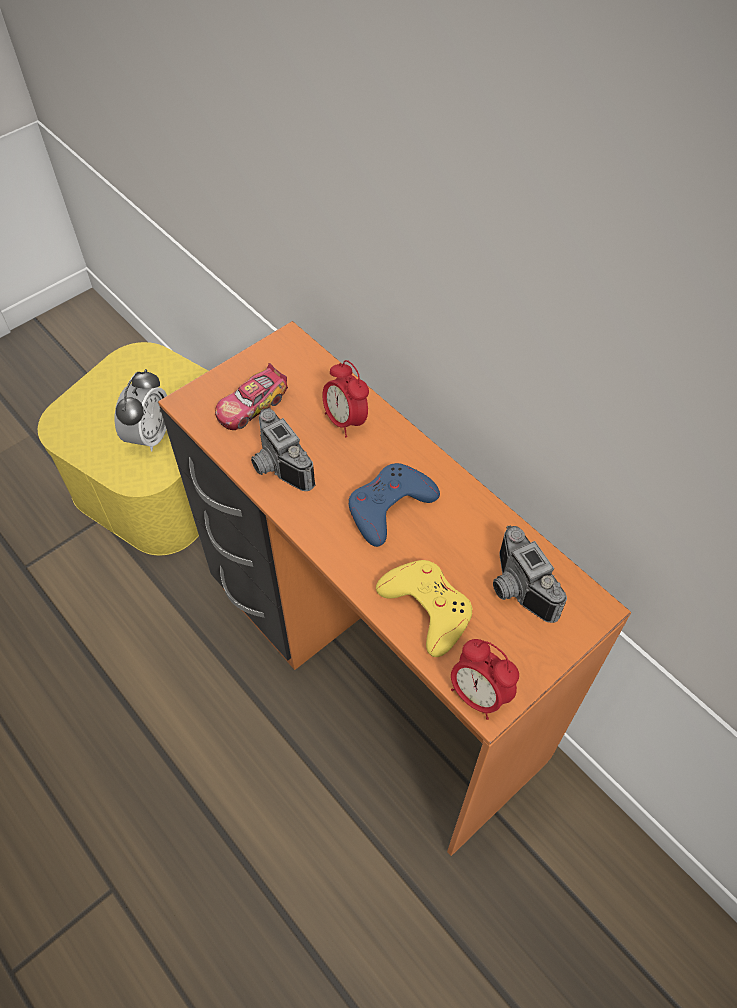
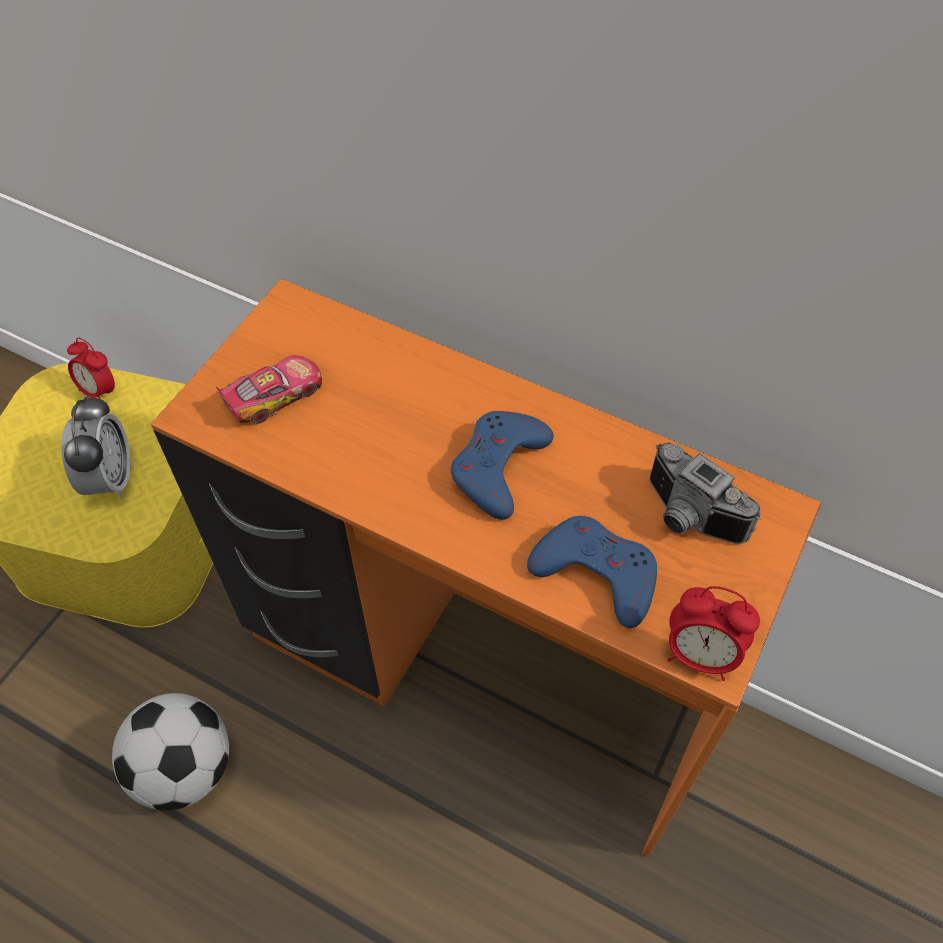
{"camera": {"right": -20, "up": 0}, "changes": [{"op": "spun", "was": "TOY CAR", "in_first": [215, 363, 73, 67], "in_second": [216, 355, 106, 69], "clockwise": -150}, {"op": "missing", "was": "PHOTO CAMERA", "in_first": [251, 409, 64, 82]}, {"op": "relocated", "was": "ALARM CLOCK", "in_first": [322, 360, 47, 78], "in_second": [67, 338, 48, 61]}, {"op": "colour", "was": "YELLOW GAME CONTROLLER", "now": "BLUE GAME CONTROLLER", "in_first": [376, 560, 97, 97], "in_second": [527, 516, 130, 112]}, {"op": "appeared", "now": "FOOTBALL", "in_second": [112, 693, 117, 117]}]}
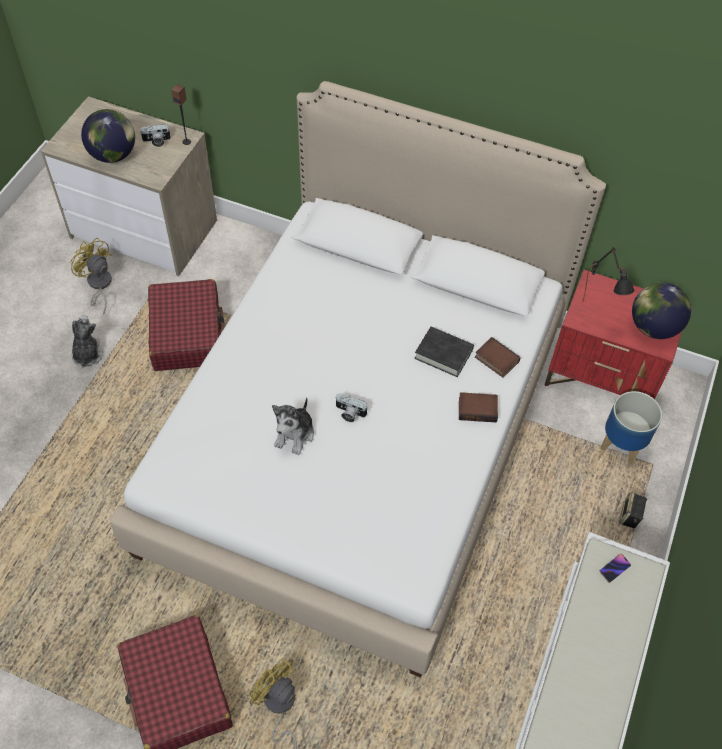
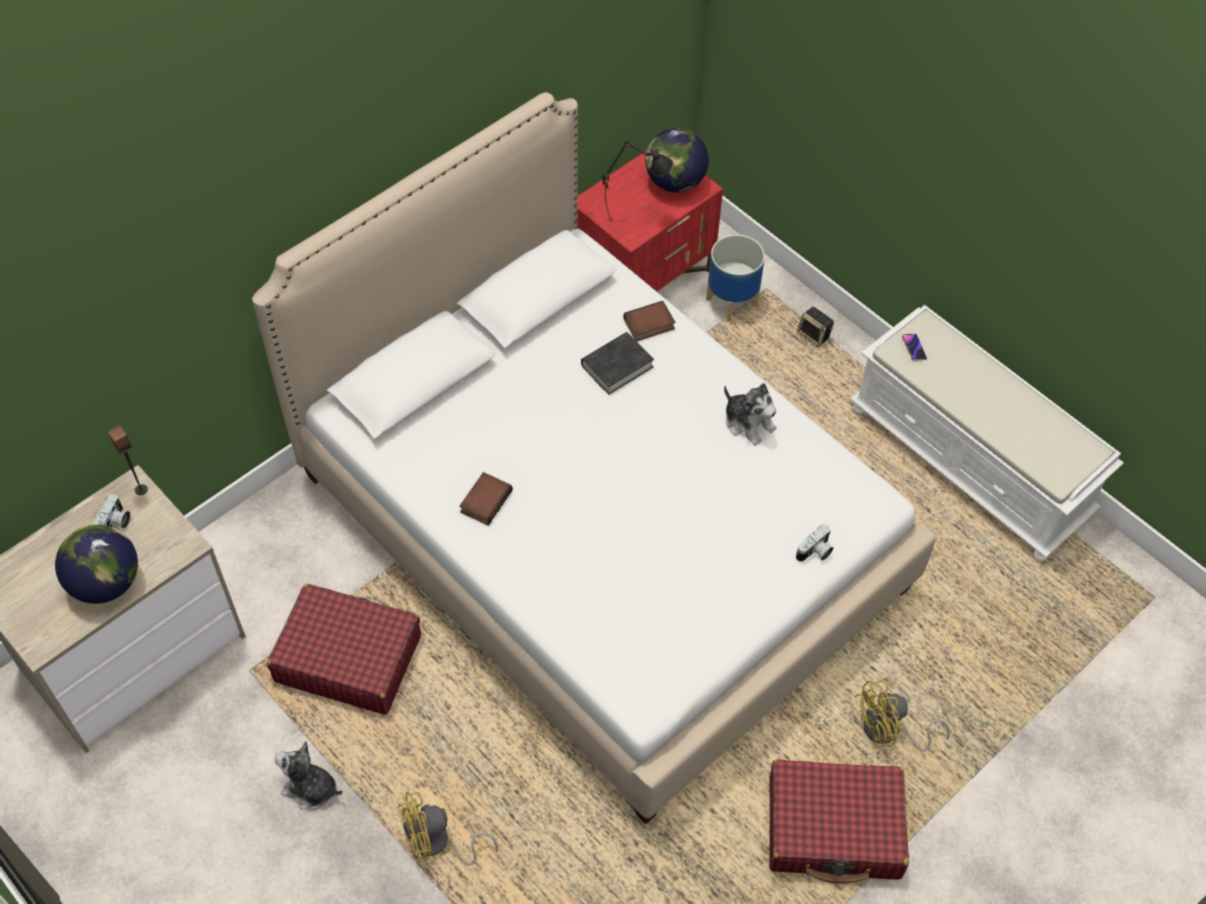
{"camera": {"right": -65, "up": 0}, "changes": [{"op": "relocated", "was": "YELLOW FAN", "in_first": [70, 238, 42, 76], "in_second": [398, 792, 100, 73]}, {"op": "relocated", "was": "PLUSH TOY", "in_first": [272, 397, 42, 58], "in_second": [724, 383, 53, 63]}, {"op": "relocated", "was": "PHOTO CAMERA", "in_first": [335, 393, 33, 29], "in_second": [796, 524, 37, 38]}, {"op": "relocated", "was": "BOOK", "in_first": [459, 392, 39, 30], "in_second": [460, 472, 53, 54]}]}
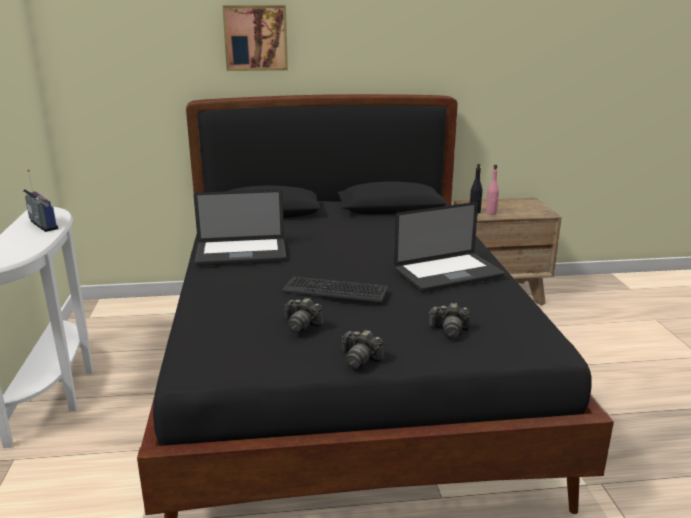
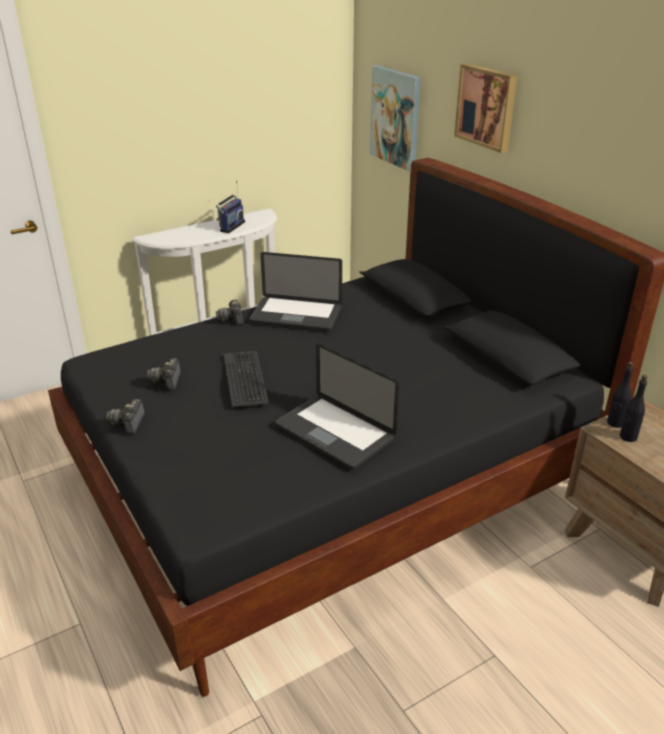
{"camera": {"right": 65, "up": 10}, "changes": [{"op": "spun", "was": "LAPTOP", "in_first": [194, 189, 92, 77], "in_second": [249, 252, 93, 79], "clockwise": -45}, {"op": "relocated", "was": "PHOTO CAMERA", "in_first": [428, 303, 42, 36], "in_second": [216, 299, 27, 26]}, {"op": "colour", "was": "PINK BOTTLE", "now": "BLACK BOTTLE", "in_first": [486, 165, 13, 50], "in_second": [620, 375, 27, 67]}, {"op": "appeared", "now": "PICTURE", "in_second": [370, 65, 51, 107]}]}
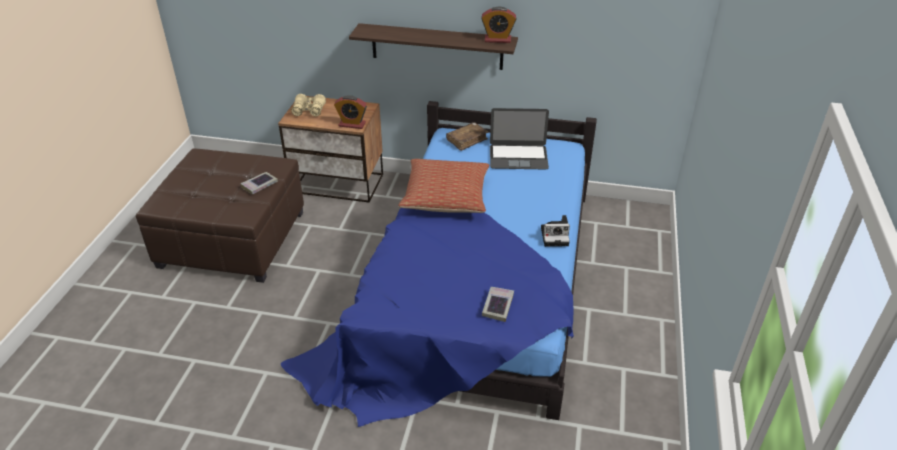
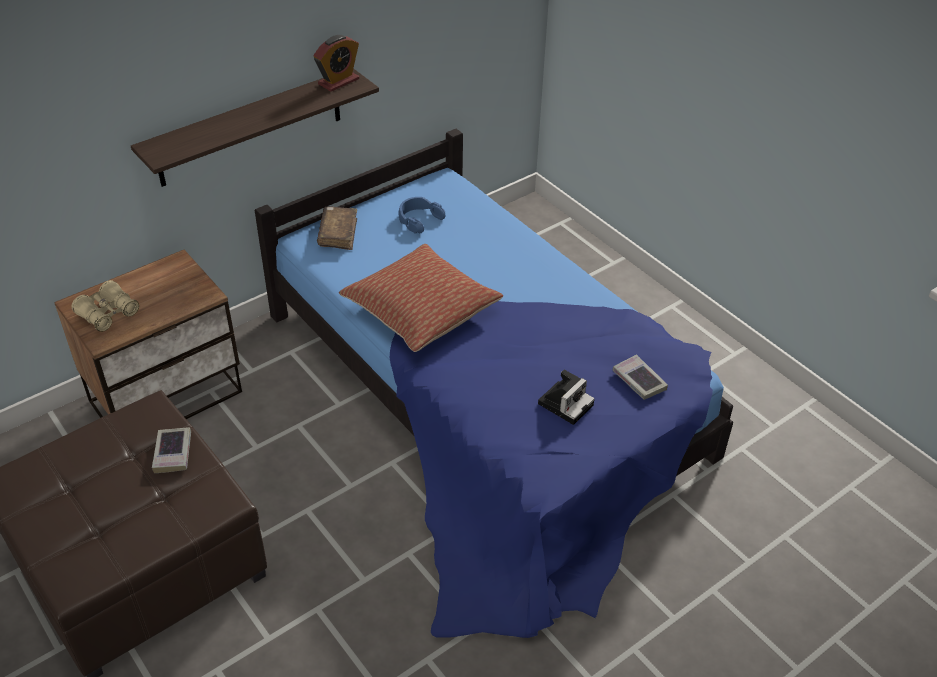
{"camera": {"right": -50, "up": 5}, "changes": [{"op": "missing", "was": "ALARM CLOCK", "in_first": [334, 95, 33, 34]}, {"op": "exchanged", "was": "LAPTOP", "now": "BLUE HEADPHONES", "in_first": [490, 108, 59, 62], "in_second": [399, 197, 46, 37]}, {"op": "relocated", "was": "PHOTO CAMERA", "in_first": [541, 215, 29, 32], "in_second": [538, 370, 57, 55]}]}
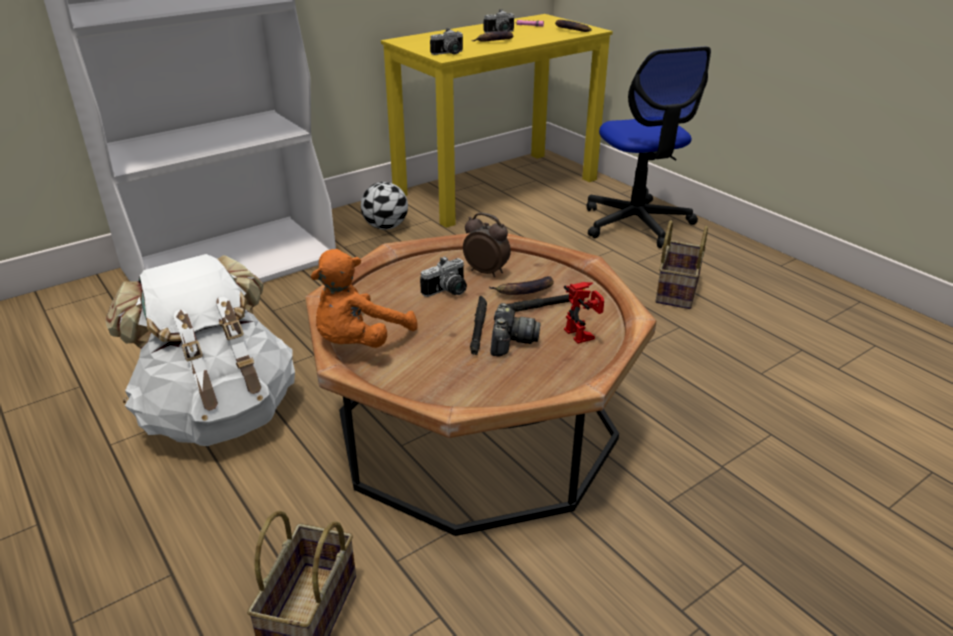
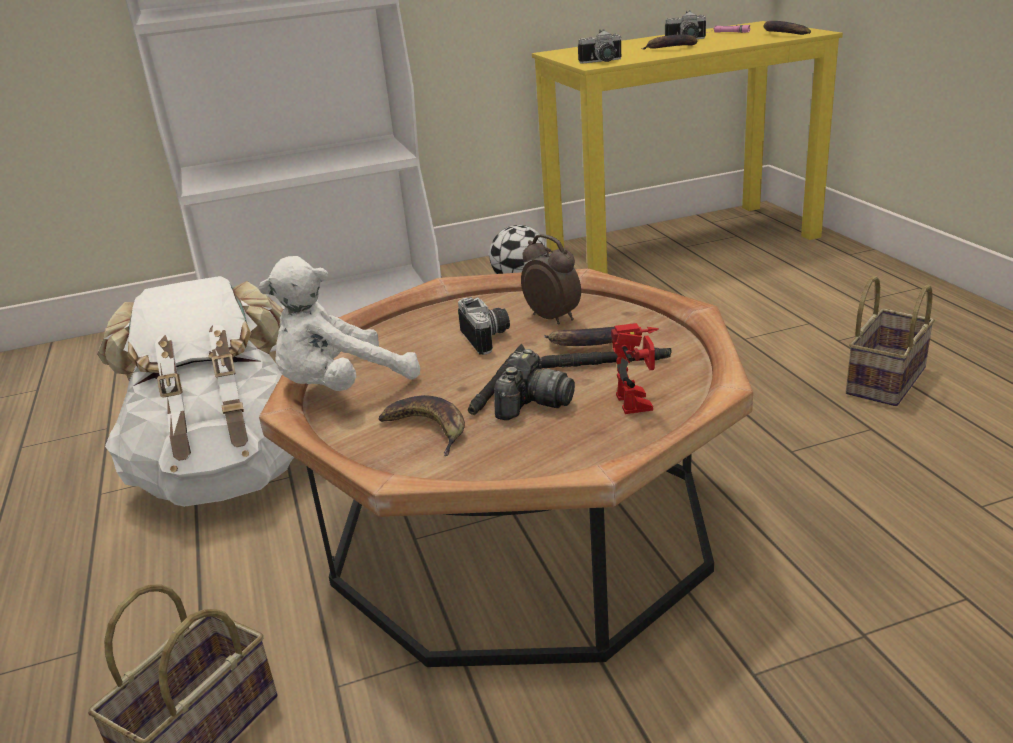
{"camera": {"right": 20, "up": -5}, "changes": [{"op": "colour", "was": "ORANGE PLUSH TOY", "now": "WHITE PLUSH TOY", "in_first": [310, 249, 108, 99], "in_second": [259, 256, 161, 135]}, {"op": "spun", "was": "PHOTO CAMERA", "in_first": [420, 256, 47, 41], "in_second": [458, 297, 52, 58], "clockwise": -90}, {"op": "missing", "was": "OFFICE CHAIR", "in_first": [587, 47, 124, 201]}, {"op": "appeared", "now": "BANANA", "in_second": [379, 395, 86, 61]}]}
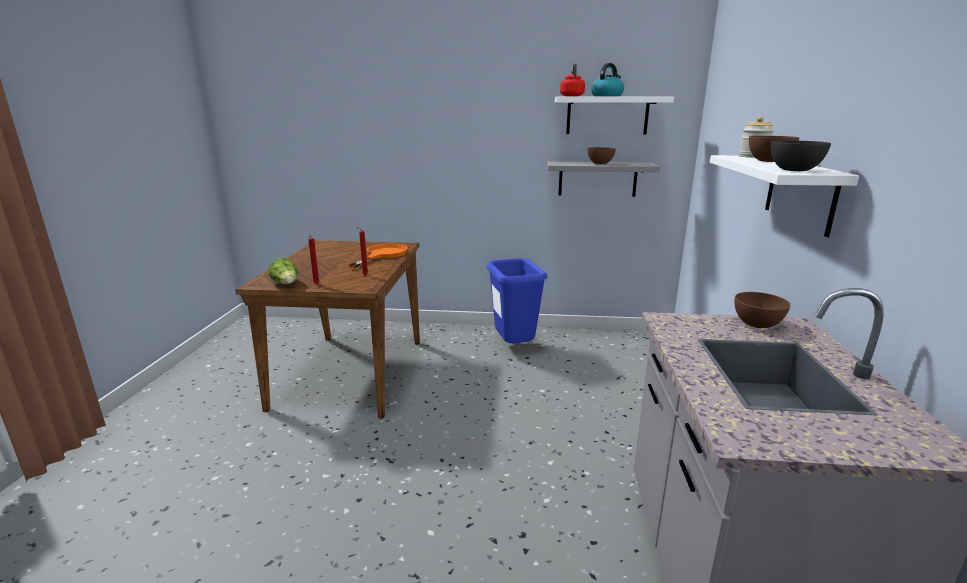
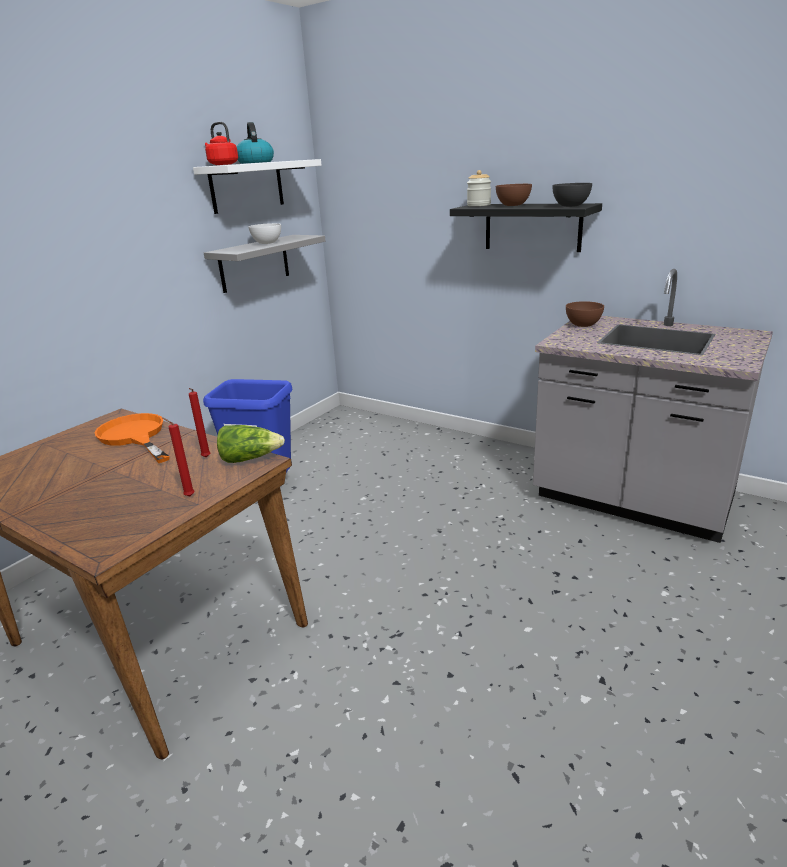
{"camera": {"right": -60, "up": 5}, "changes": [{"op": "relocated", "was": "LETTUCE", "in_first": [268, 257, 30, 27], "in_second": [217, 425, 68, 38]}, {"op": "colour", "was": "BROWN BOWL", "now": "WHITE BOWL", "in_first": [588, 147, 28, 17], "in_second": [249, 223, 32, 21]}, {"op": "colour", "was": "WHITE SHELF", "now": "BLACK SHELF", "in_first": [710, 155, 149, 82], "in_second": [450, 203, 152, 49]}]}
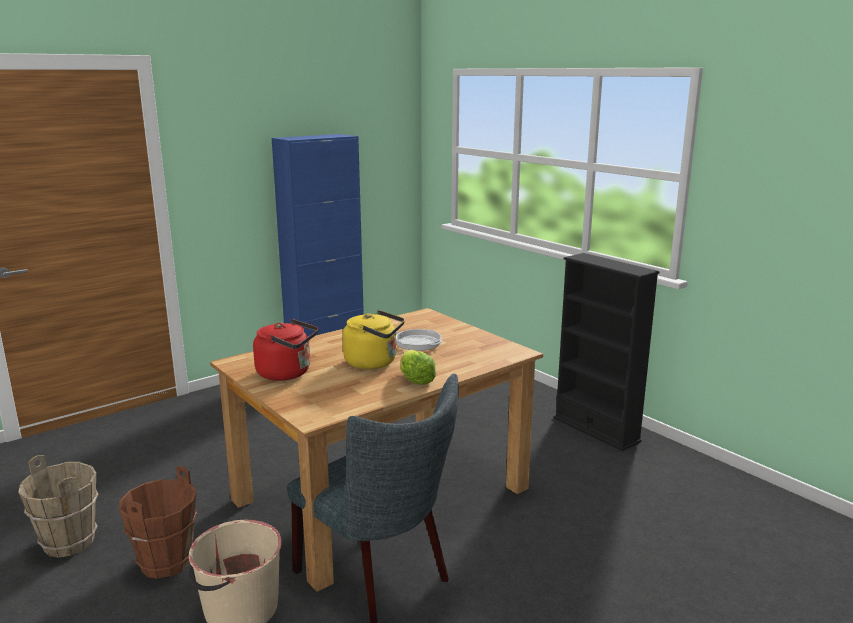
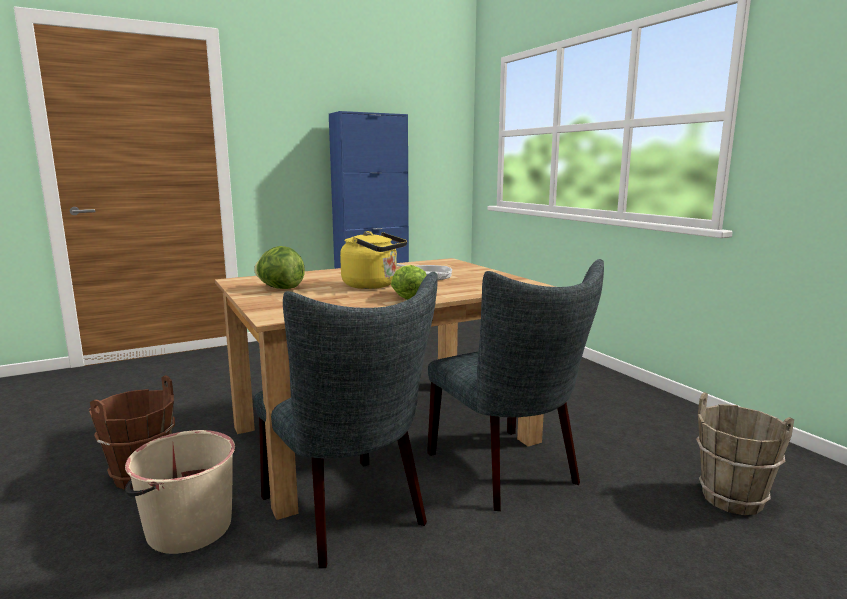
{"camera": {"right": 10, "up": -5}, "changes": [{"op": "relocated", "was": "BROWN BUCKET", "in_first": [18, 455, 80, 103], "in_second": [696, 392, 98, 123]}, {"op": "exchanged", "was": "RED KETTLE", "now": "LETTUCE", "in_first": [253, 319, 66, 62], "in_second": [254, 246, 51, 43]}, {"op": "missing", "was": "BLACK BOOKCASE", "in_first": [554, 253, 106, 198]}, {"op": "appeared", "now": "GREY CHAIR", "in_second": [427, 259, 177, 252]}]}
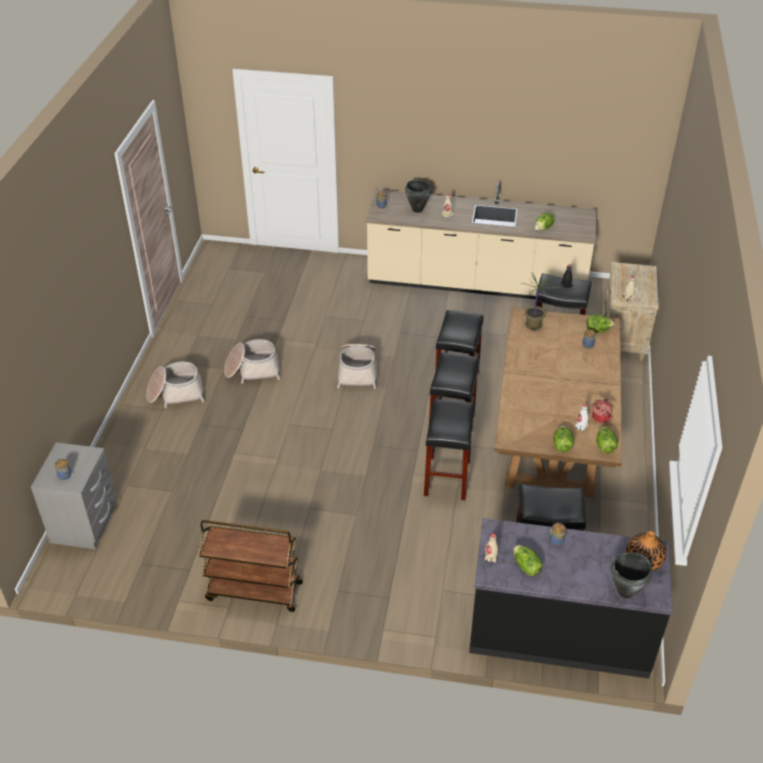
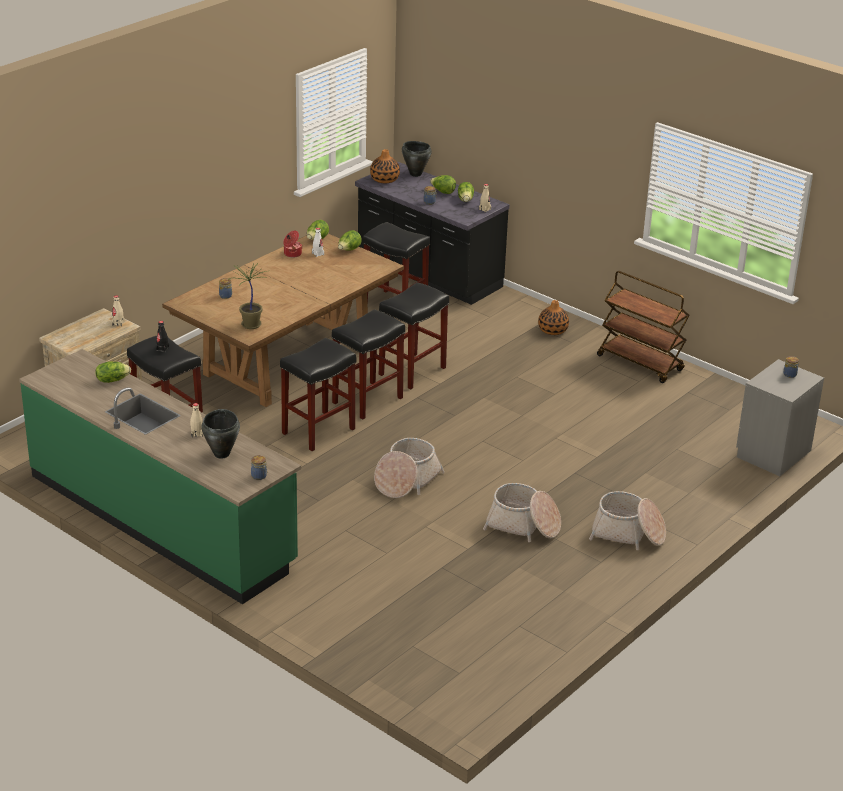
{"camera": {"right": -150, "up": -10}, "changes": [{"op": "colour", "was": "BEIGE COUNTER", "now": "GREEN COUNTER", "in_first": [366, 182, 230, 117], "in_second": [19, 349, 282, 255]}, {"op": "relocated", "was": "LETTUCE", "in_first": [586, 314, 29, 19], "in_second": [430, 175, 26, 19]}, {"op": "appeared", "now": "VASE", "in_second": [538, 300, 31, 35]}]}
